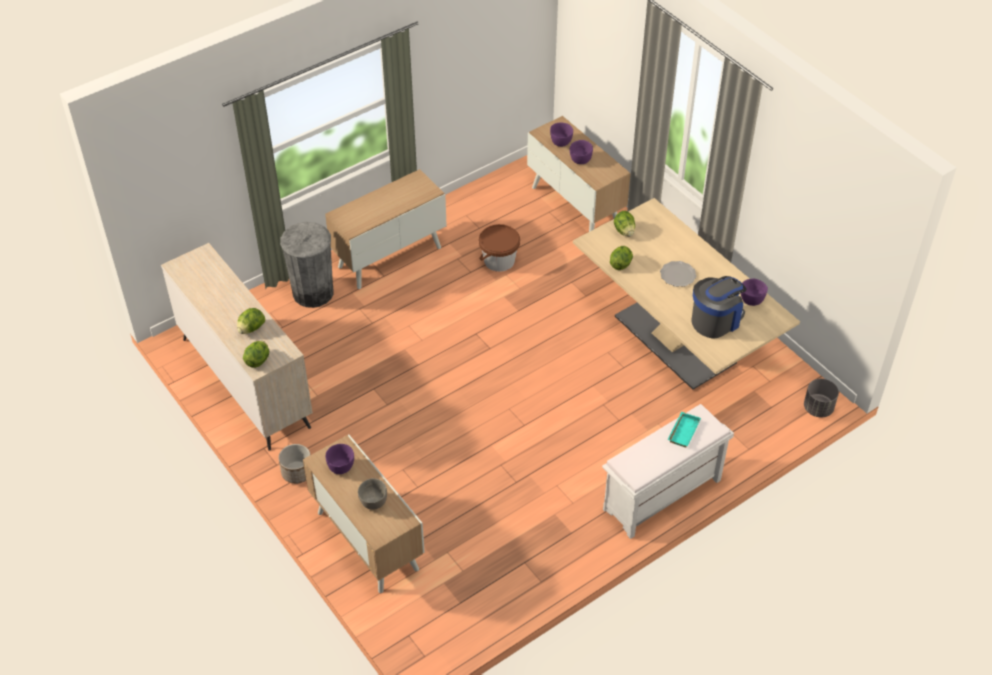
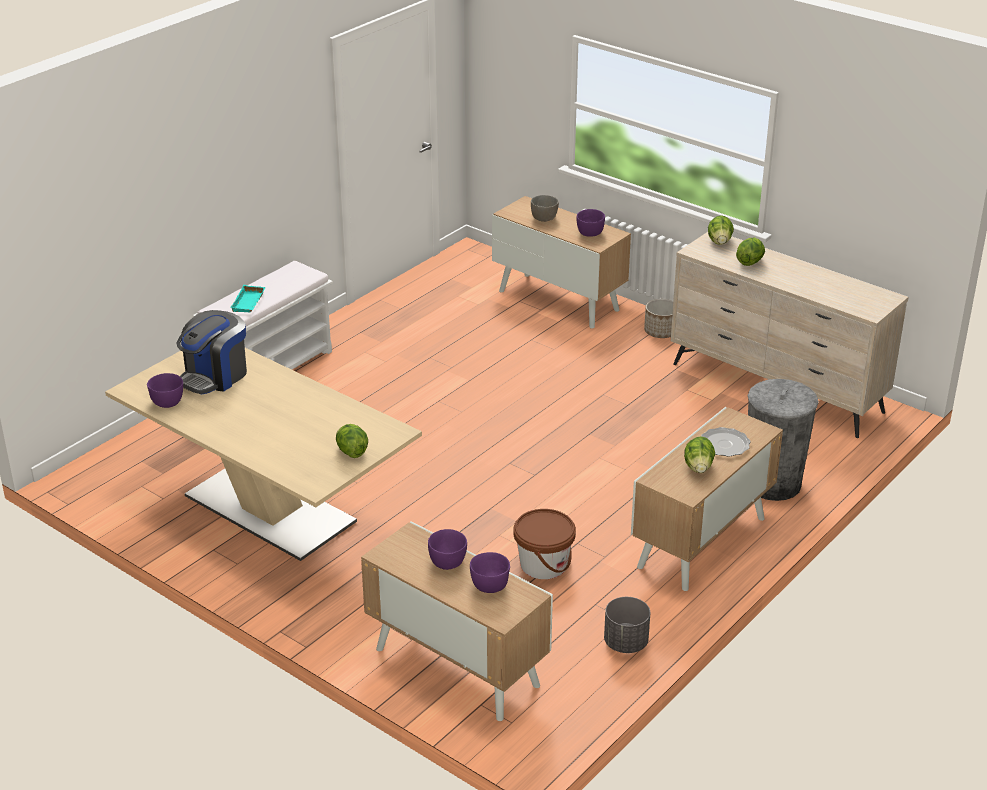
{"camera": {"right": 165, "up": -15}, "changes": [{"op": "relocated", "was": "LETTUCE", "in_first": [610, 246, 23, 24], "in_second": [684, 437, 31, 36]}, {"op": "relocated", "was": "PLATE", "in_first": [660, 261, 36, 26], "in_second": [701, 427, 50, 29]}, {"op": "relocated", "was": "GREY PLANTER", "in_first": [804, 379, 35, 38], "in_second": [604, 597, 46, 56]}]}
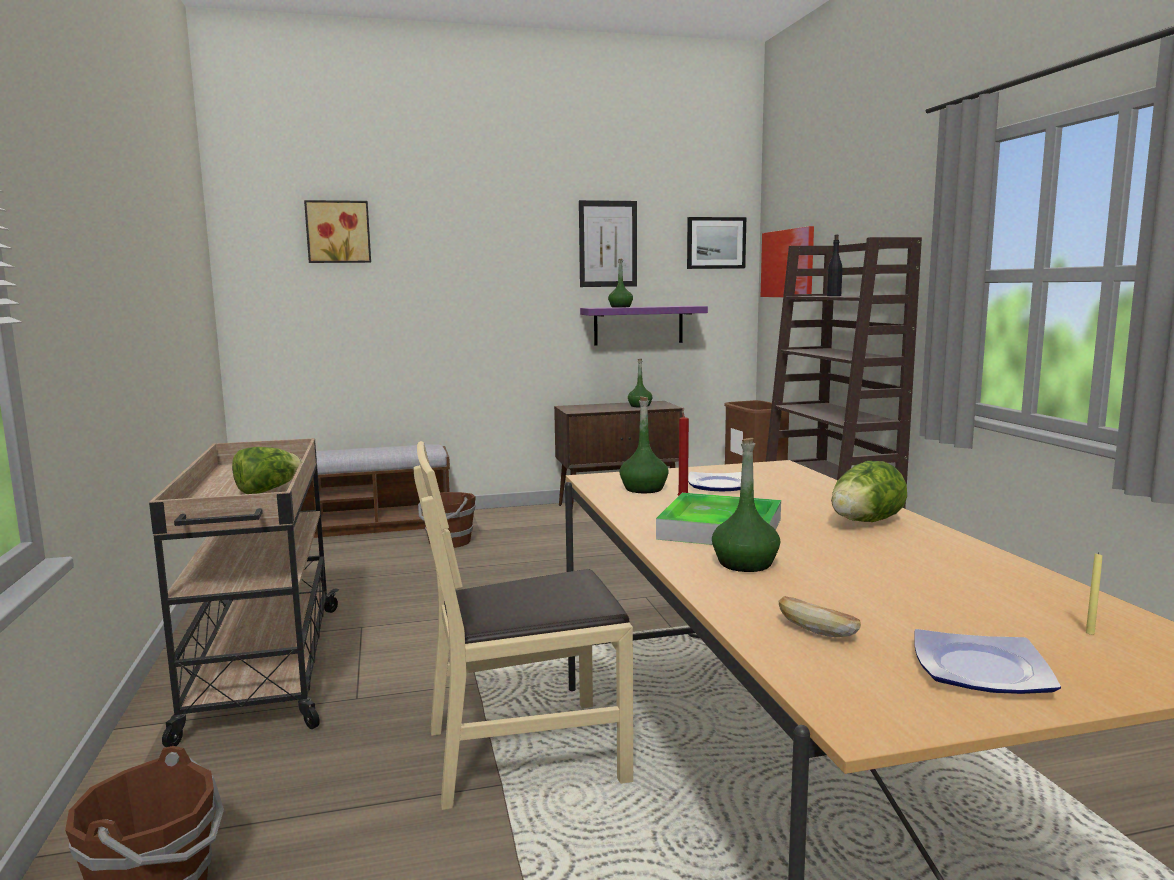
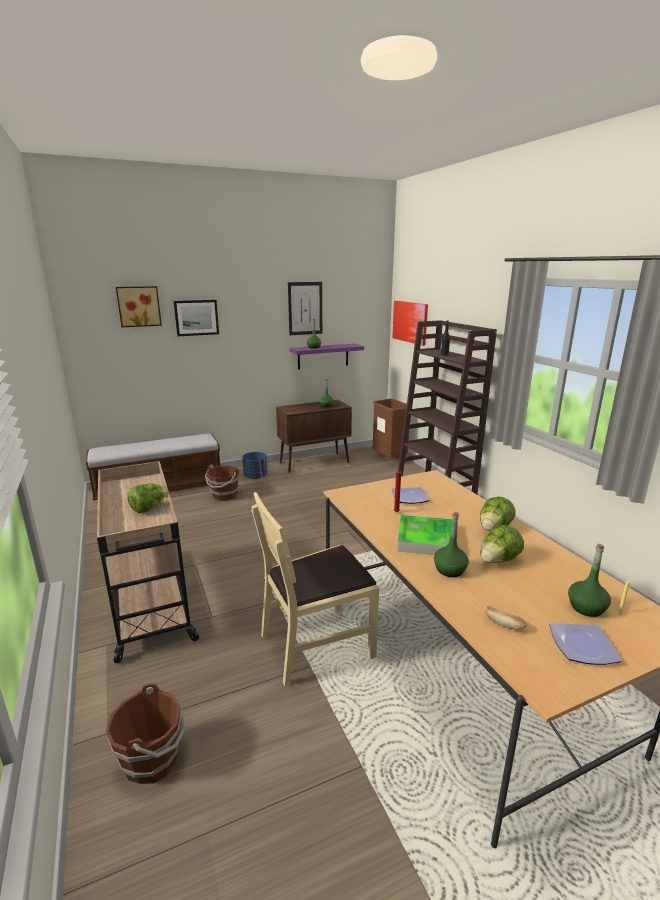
{"camera": {"right": -10, "up": 10}, "changes": [{"op": "relocated", "was": "GREEN BOTTLE", "in_first": [619, 397, 50, 96], "in_second": [568, 544, 43, 73]}, {"op": "relocated", "was": "PICTURE", "in_first": [687, 217, 59, 52], "in_second": [174, 300, 45, 36]}, {"op": "appeared", "now": "BLUE PLANTER", "in_second": [242, 452, 26, 27]}, {"op": "appeared", "now": "LETTUCE", "in_second": [480, 525, 44, 38]}]}
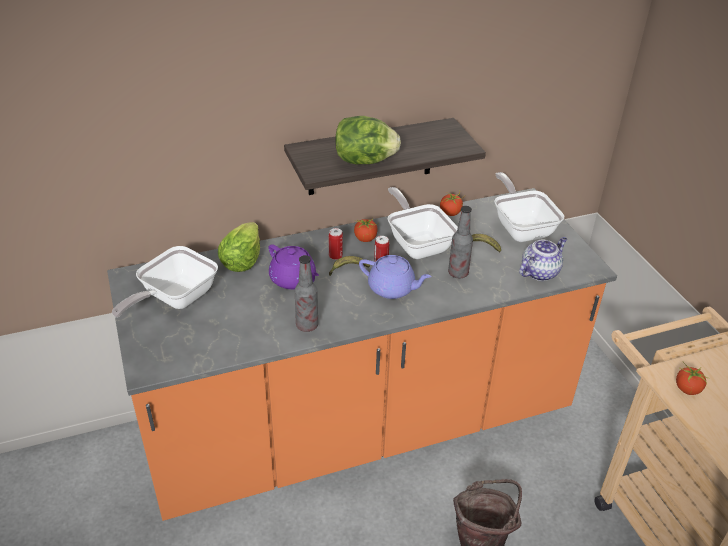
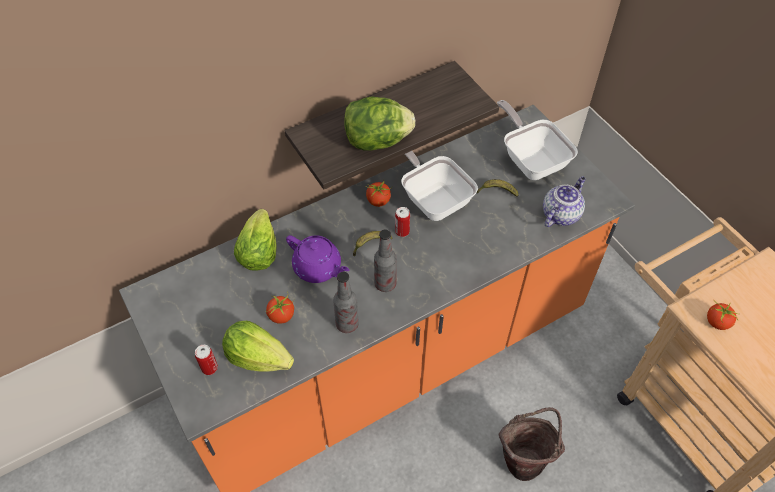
{"camera": {"right": -10, "up": 15}, "changes": [{"op": "missing", "was": "FRYING PAN", "in_first": [112, 246, 106, 72]}, {"op": "relocated", "was": "CAN", "in_first": [329, 228, 14, 32], "in_second": [195, 345, 23, 30]}, {"op": "missing", "was": "PURPLE TEAPOT", "in_first": [359, 255, 73, 44]}, {"op": "relocated", "was": "TOMATO", "in_first": [440, 193, 23, 23], "in_second": [265, 295, 30, 29]}, {"op": "relocated", "was": "BOTTLE", "in_first": [448, 206, 25, 72], "in_second": [374, 229, 23, 63]}, {"op": "appeared", "now": "LETTUCE", "in_second": [222, 321, 72, 51]}]}
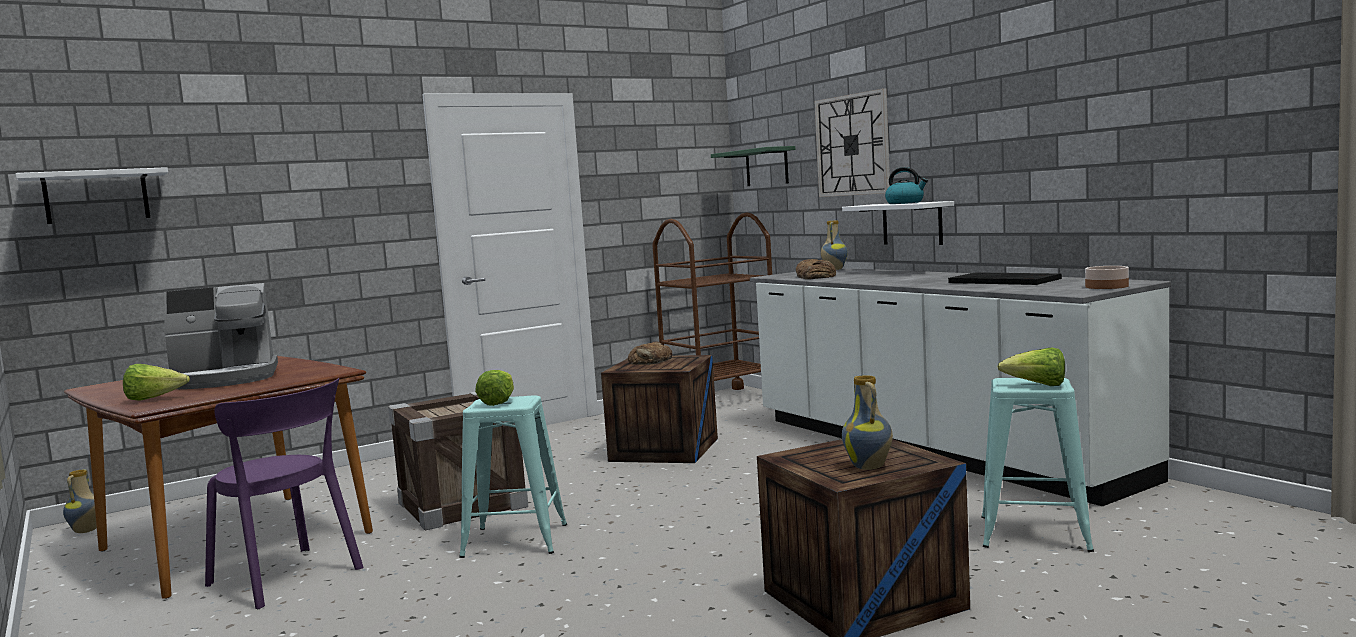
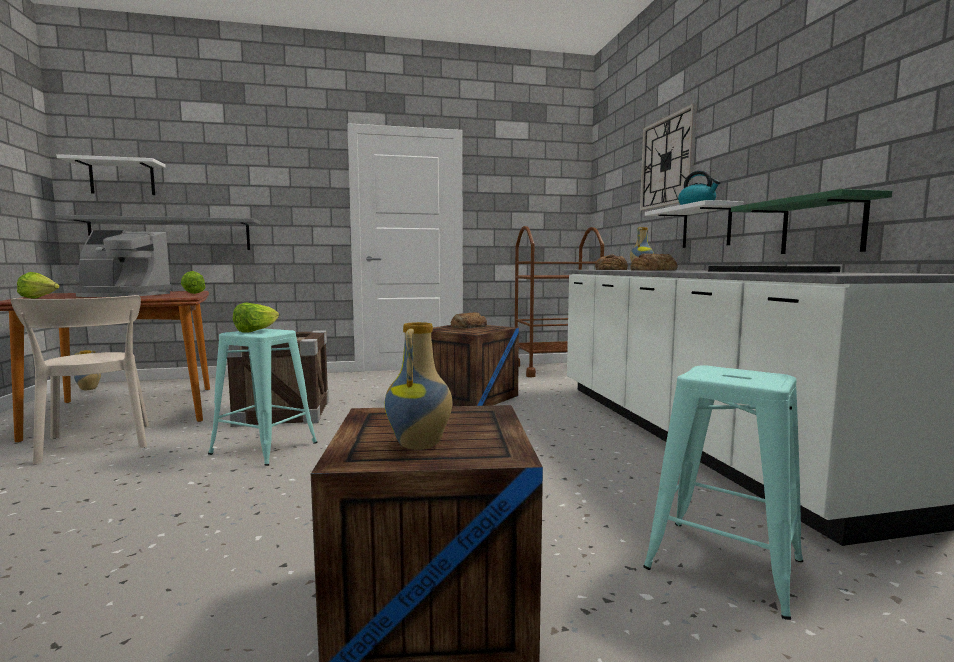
{"camera": {"right": 20, "up": 0}, "changes": [{"op": "colour", "was": "PURPLE CHAIR", "now": "BEIGE CHAIR", "in_first": [205, 378, 159, 231], "in_second": [11, 295, 138, 170]}, {"op": "relocated", "was": "GREEN SHELF", "in_first": [711, 146, 84, 40], "in_second": [731, 189, 161, 65]}, {"op": "relocated", "was": "LETTUCE", "in_first": [997, 347, 68, 39], "in_second": [181, 271, 25, 23]}, {"op": "missing", "was": "BOWL", "in_first": [1085, 266, 44, 23]}, {"op": "appeared", "now": "GREY SHELF", "in_second": [55, 215, 205, 35]}, {"op": "appeared", "now": "BREAD", "in_second": [630, 253, 48, 18]}]}
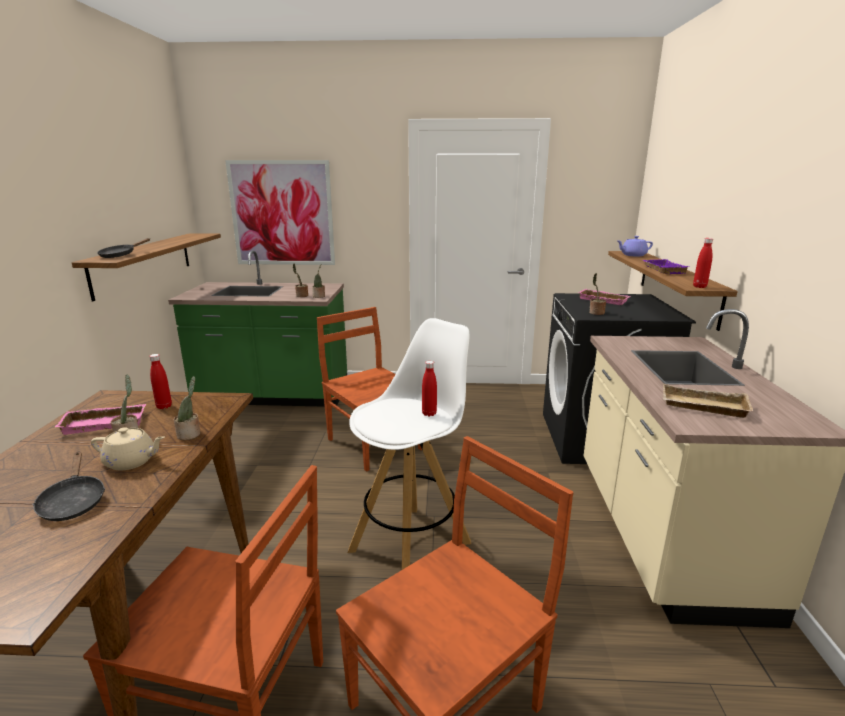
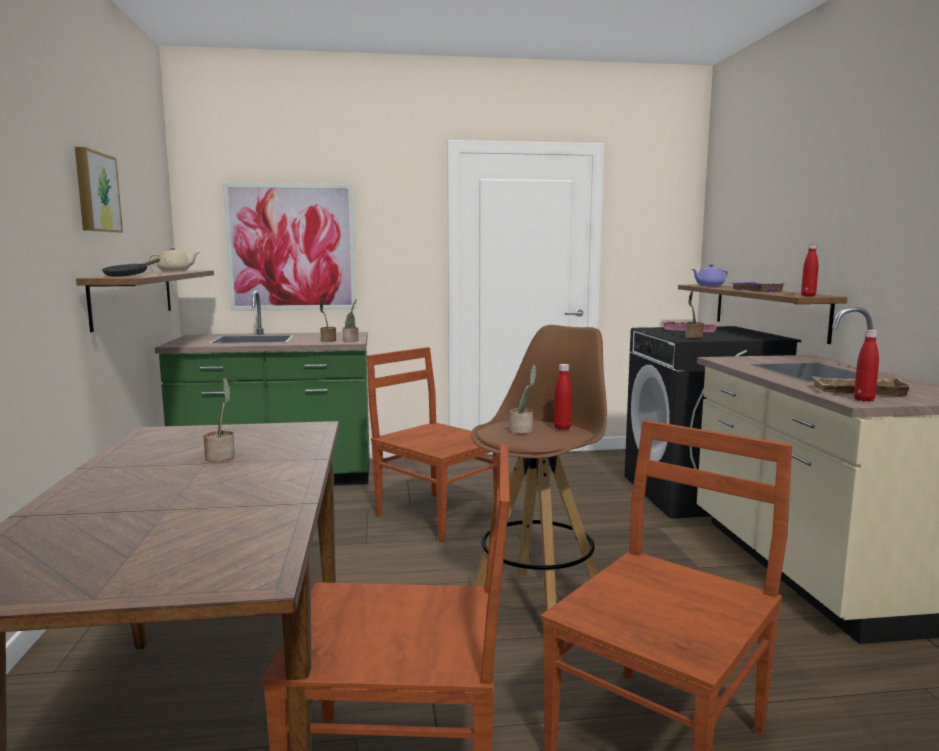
{"camera": {"right": -10, "up": -10}, "changes": [{"op": "missing", "was": "BLACK FRYING PAN", "in_first": [32, 452, 73, 69]}, {"op": "missing", "was": "PINK TRAY", "in_first": [55, 404, 91, 31]}, {"op": "relocated", "was": "BEIGE TEAPOT", "in_first": [91, 427, 73, 43], "in_second": [149, 247, 51, 25]}, {"op": "relocated", "was": "RED BOTTLE", "in_first": [149, 354, 23, 55], "in_second": [854, 330, 25, 72]}, {"op": "relocated", "was": "POTTED PLANT", "in_first": [174, 376, 26, 64], "in_second": [509, 364, 27, 70]}, {"op": "colour", "was": "WHITE STOOL", "now": "BROWN STOOL", "in_first": [348, 318, 123, 252], "in_second": [471, 325, 136, 286]}, {"op": "appeared", "now": "PICTURE", "in_second": [75, 147, 48, 86]}]}
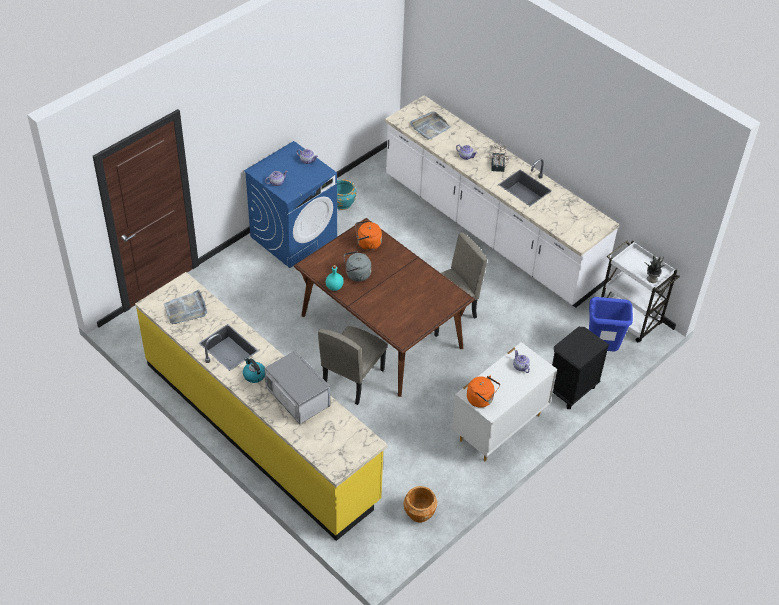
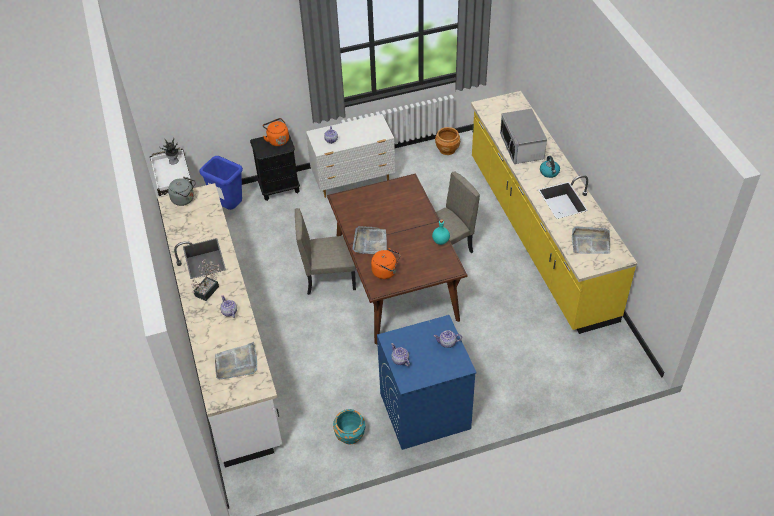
{"camera": {"right": -150, "up": 0}, "changes": [{"op": "relocated", "was": "GREY KETTLE", "in_first": [344, 251, 27, 31], "in_second": [168, 177, 28, 29]}, {"op": "relocated", "was": "ORANGE KETTLE", "in_first": [467, 376, 33, 32], "in_second": [263, 118, 26, 28]}, {"op": "appeared", "now": "GREY TRAY", "in_second": [352, 226, 35, 28]}]}
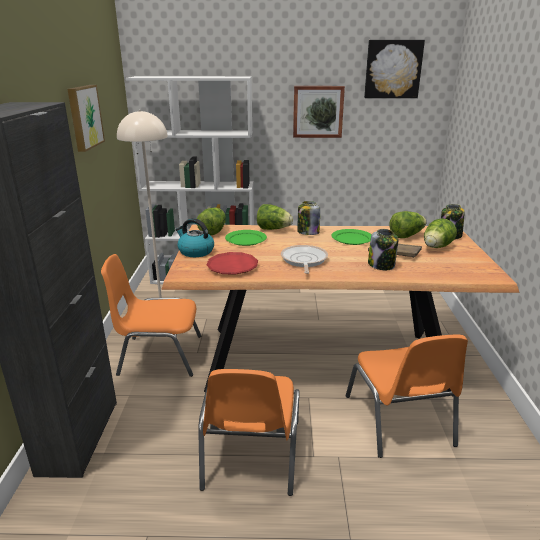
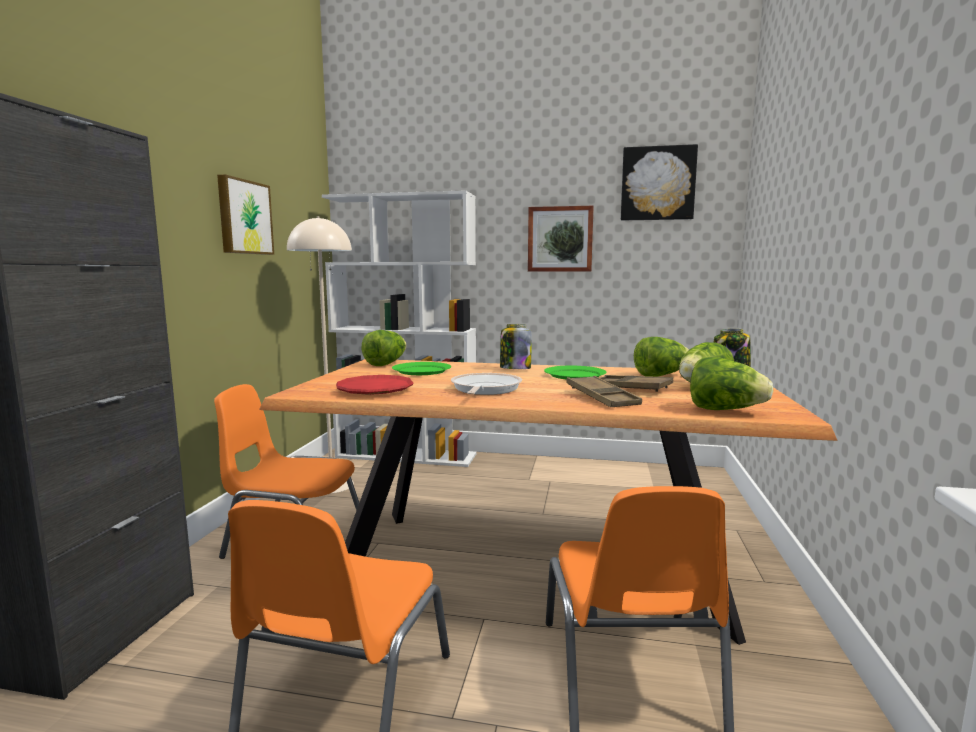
{"camera": {"right": 10, "up": -15}, "changes": [{"op": "missing", "was": "KETTLE", "in_first": [176, 218, 38, 39]}, {"op": "relocated", "was": "LETTUCE", "in_first": [257, 204, 36, 26], "in_second": [690, 357, 84, 53]}, {"op": "exchanged", "was": "JAR", "now": "BROWN TRAY", "in_first": [368, 229, 30, 41], "in_second": [566, 376, 76, 31]}]}
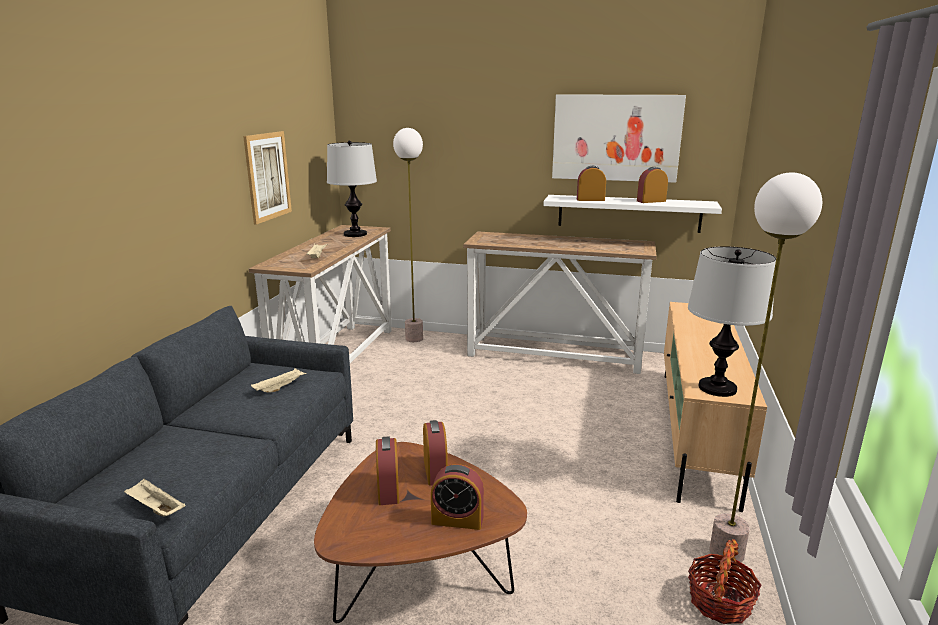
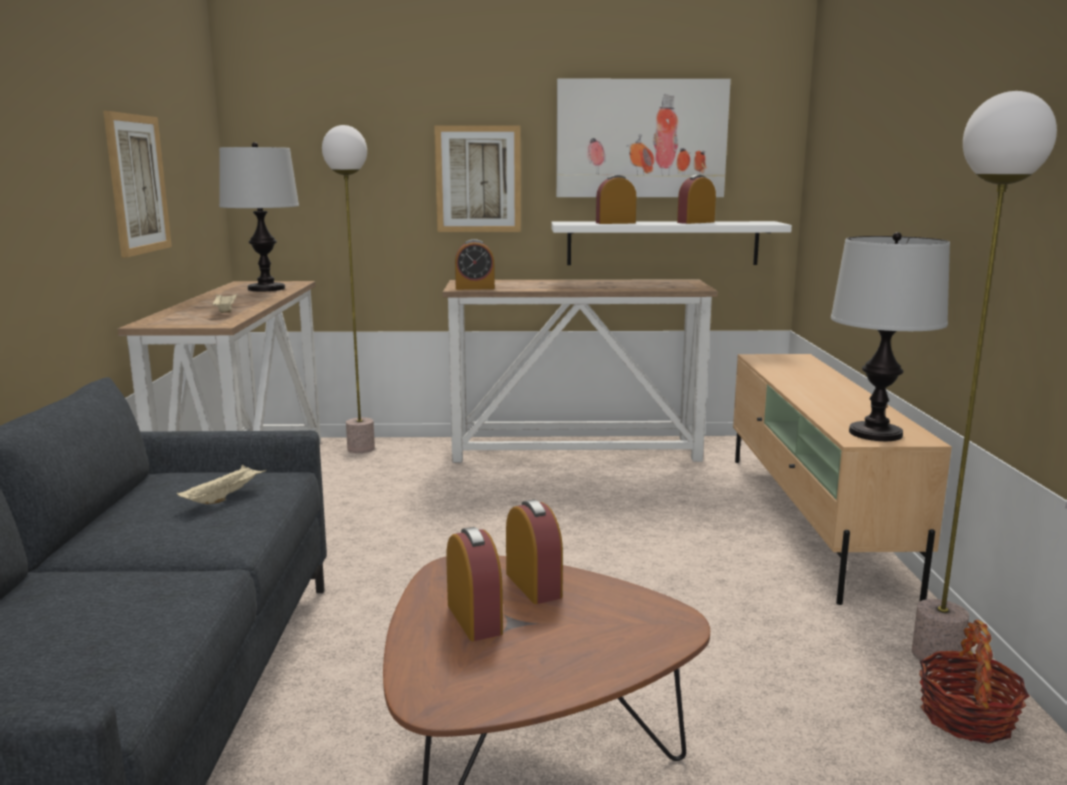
{"camera": {"right": -15, "up": -5}, "changes": [{"op": "missing", "was": "BEIGE TRAY", "in_first": [124, 479, 62, 38]}, {"op": "relocated", "was": "ALARM CLOCK", "in_first": [431, 464, 53, 66], "in_second": [455, 239, 40, 51]}, {"op": "appeared", "now": "PICTURE", "in_second": [434, 126, 87, 106]}]}
